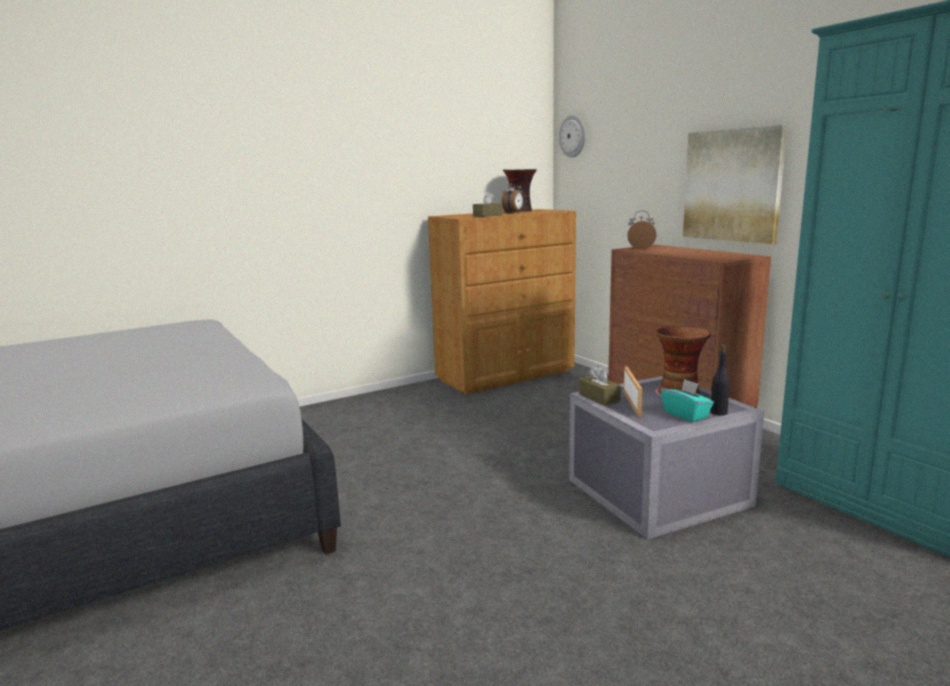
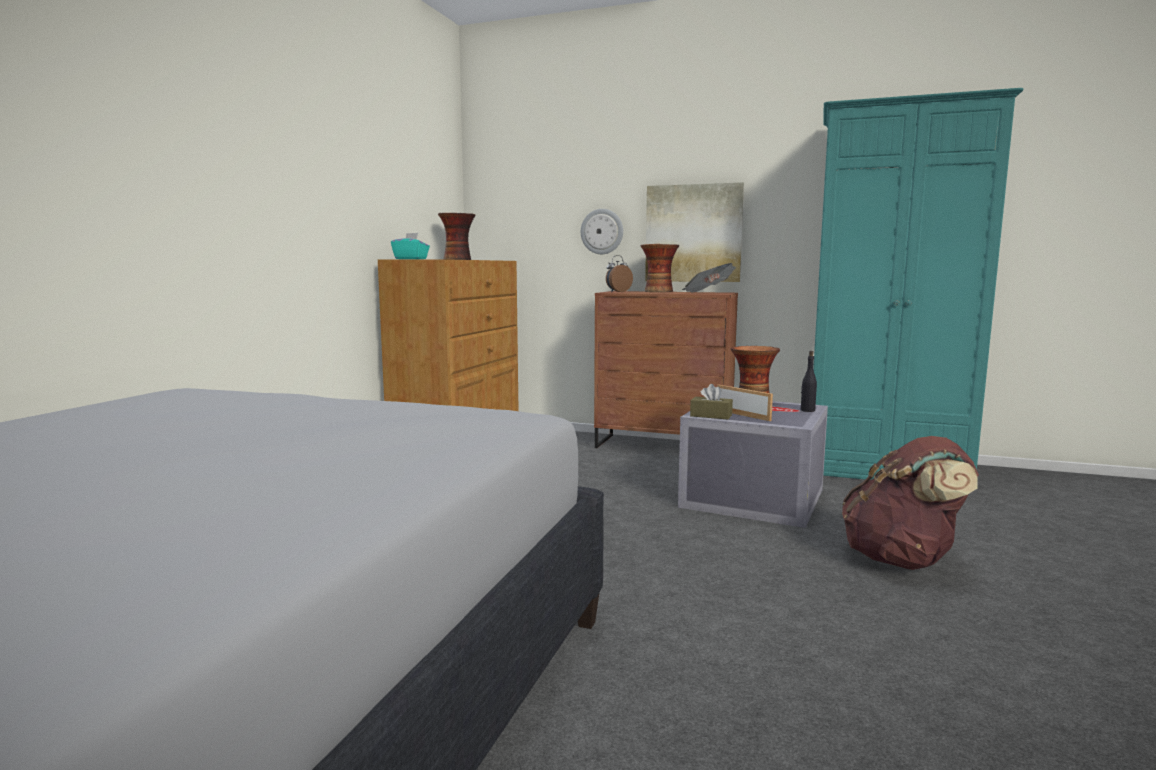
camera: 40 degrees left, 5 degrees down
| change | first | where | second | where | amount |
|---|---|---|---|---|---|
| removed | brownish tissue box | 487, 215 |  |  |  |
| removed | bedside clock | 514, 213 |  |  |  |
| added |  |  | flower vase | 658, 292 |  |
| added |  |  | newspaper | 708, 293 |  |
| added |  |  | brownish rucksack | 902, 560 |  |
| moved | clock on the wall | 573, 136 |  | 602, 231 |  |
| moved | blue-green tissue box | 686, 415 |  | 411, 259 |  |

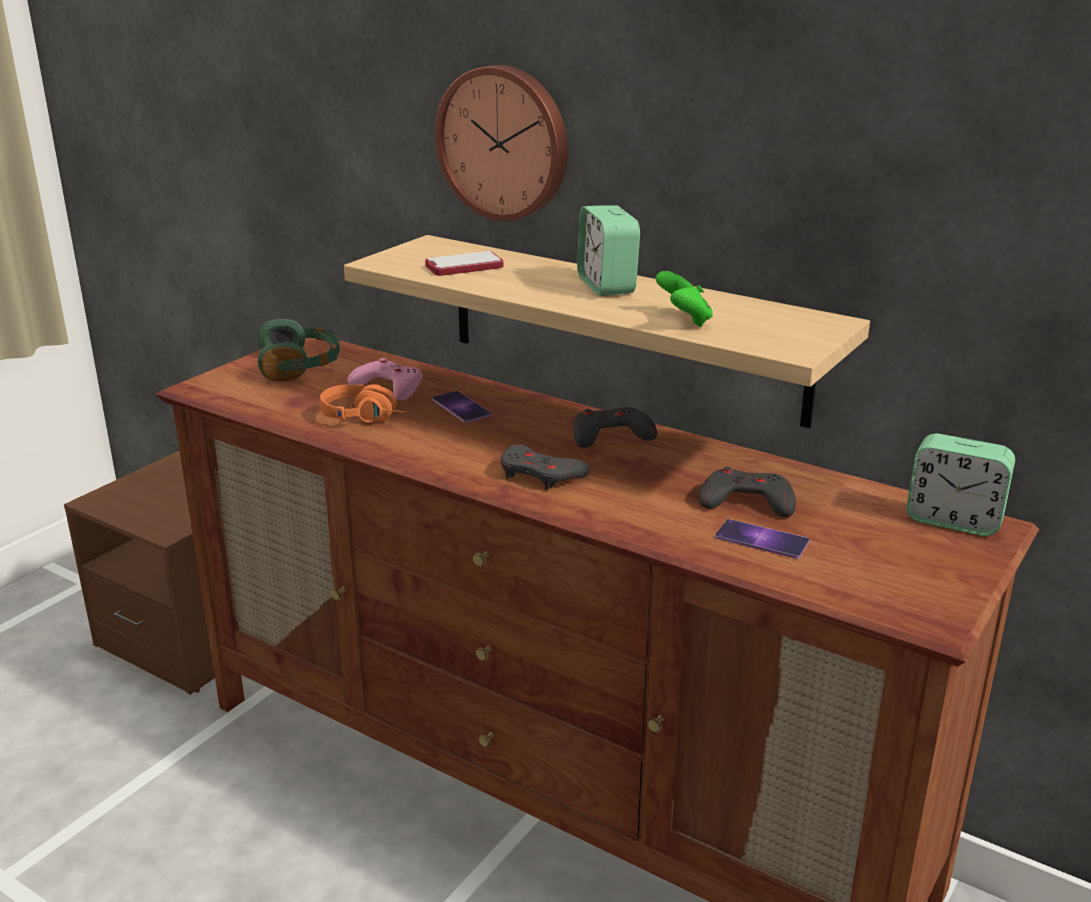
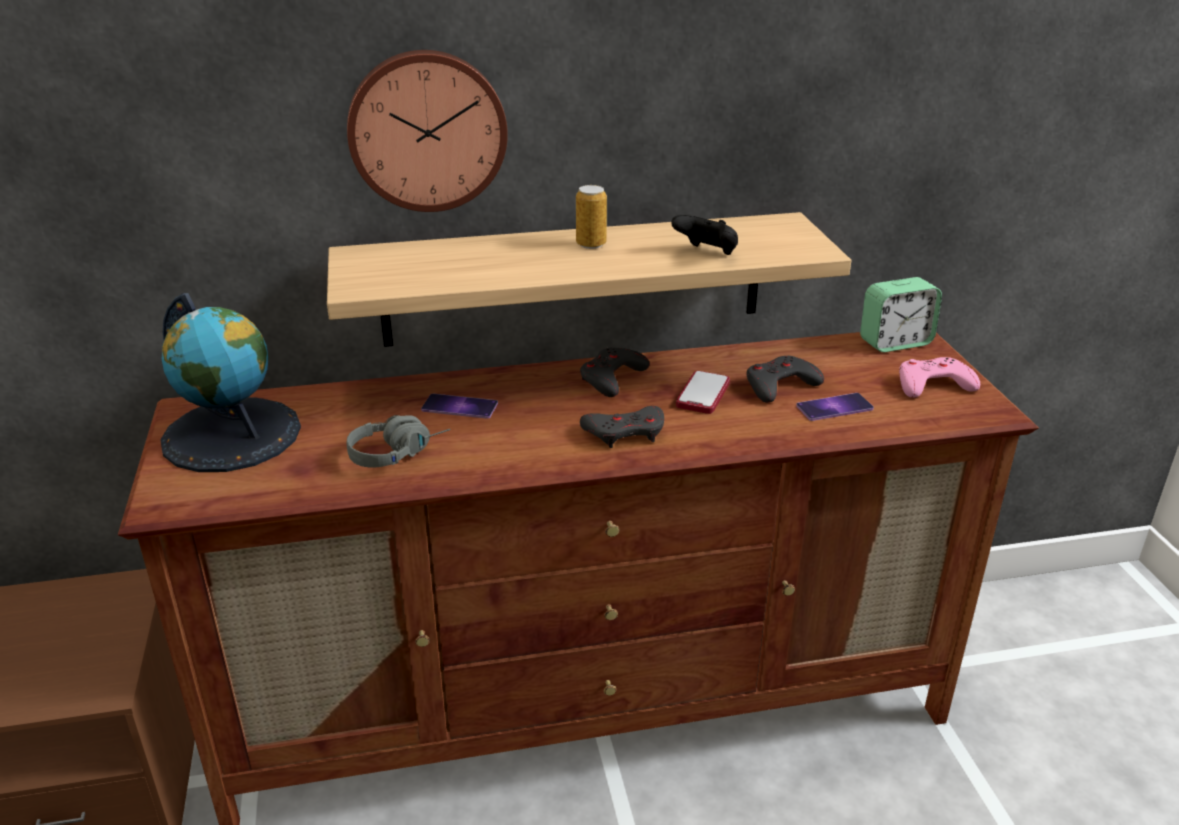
camera: 45 degrees left, 5 degrees up
| change | first | where | second | where | amount |
|---|---|---|---|---|---|
| moved | pink-coloured joypad | 389, 387 |  | 933, 384 |  |
| moved | telephone | 464, 266 |  | 703, 394 |  |
| replaced | green headphones | 300, 366 | world globe | 232, 434 |  |
| replaced | bedside clock | 606, 285 | sealed can | 591, 244 |  |
| recoloured | orange-coloured headphones | 368, 417 | grey headphones | 399, 452 |  |
| recoloured | green joypad | 684, 320 | black-coloured joypad | 707, 253 |  |

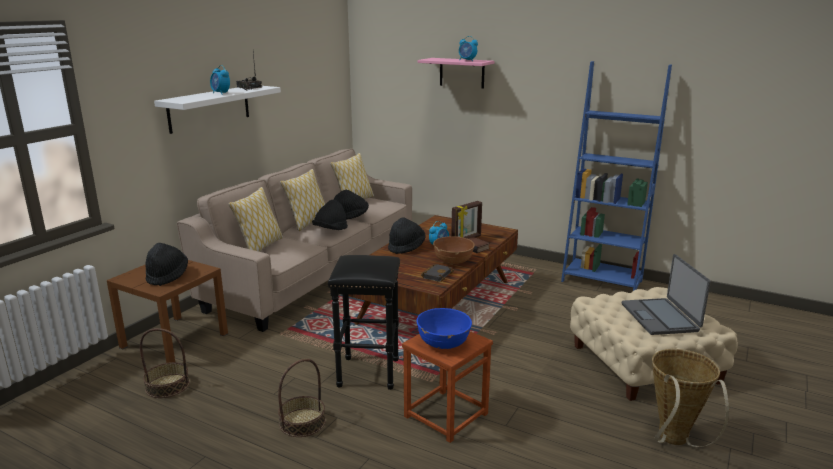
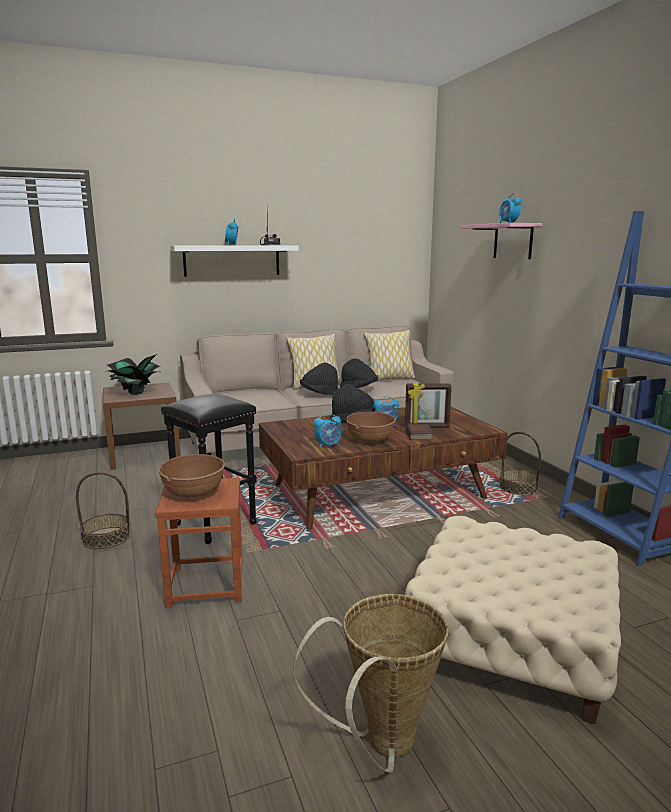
camera: 40 degrees right, 5 degrees down
| change | first | where | second | where | amount |
|---|---|---|---|---|---|
| removed | pillow | 260, 247 |  |  |  |
| removed | notebook computer | 660, 317 |  |  |  |
| moved | basket | 167, 386 |  | 518, 488 |  |
| replaced | black-coloured hat | 167, 276 | houseplant | 135, 393 |  |
| replaced | black-coloured volume | 436, 275 | bedside clock | 328, 446 |  |
| recoloured | blue serving bowl | 443, 343 | brownish serving bowl | 194, 493 |  |

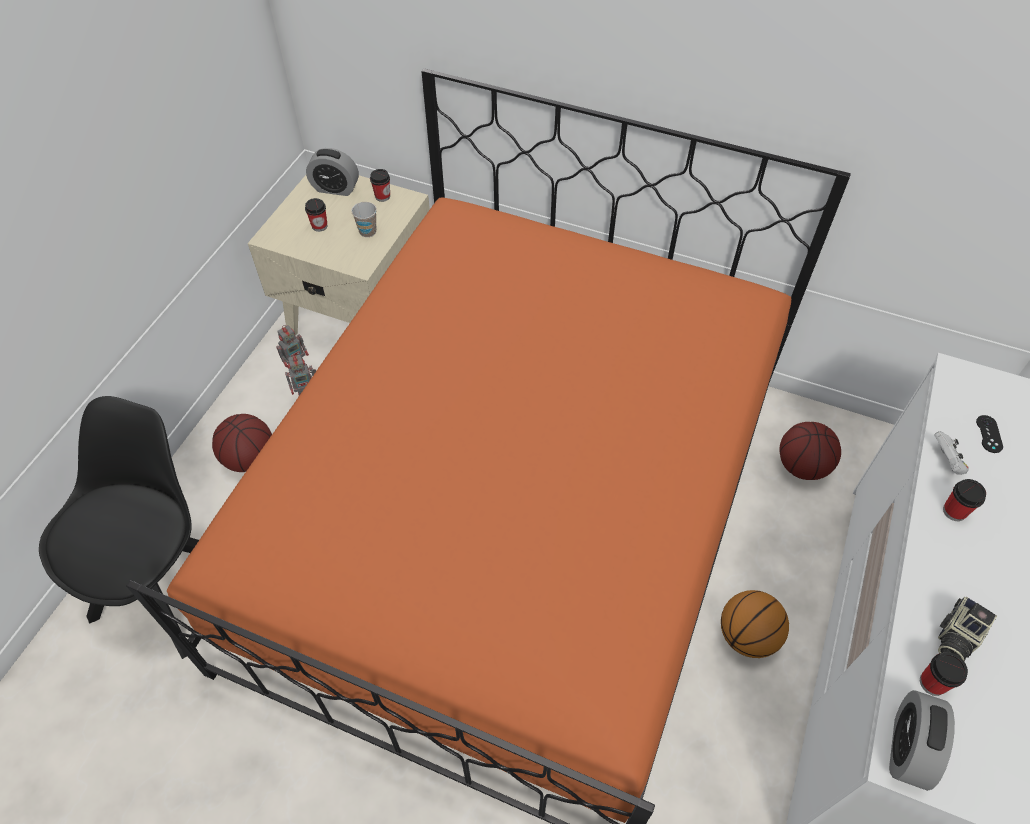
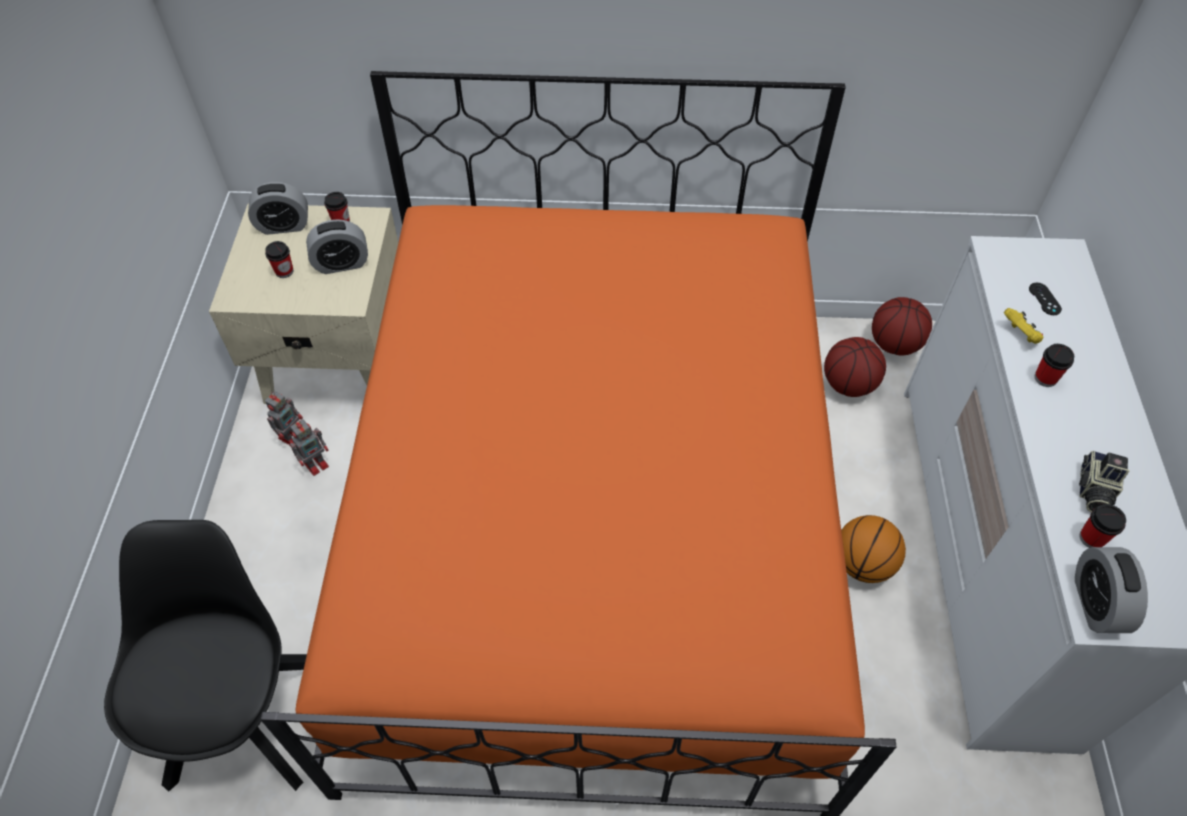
camera: 20 degrees left, 0 degrees up
| change | first | where | second | where | amount |
|---|---|---|---|---|---|
| moved | basketball | 250, 458 |  | 894, 344 |  |
| replaced | small cup | 367, 231 | bedside clock | 341, 264 |  |
| recoloured | whitish joypad | 946, 461 | yellowish joypad | 1020, 335 |  |

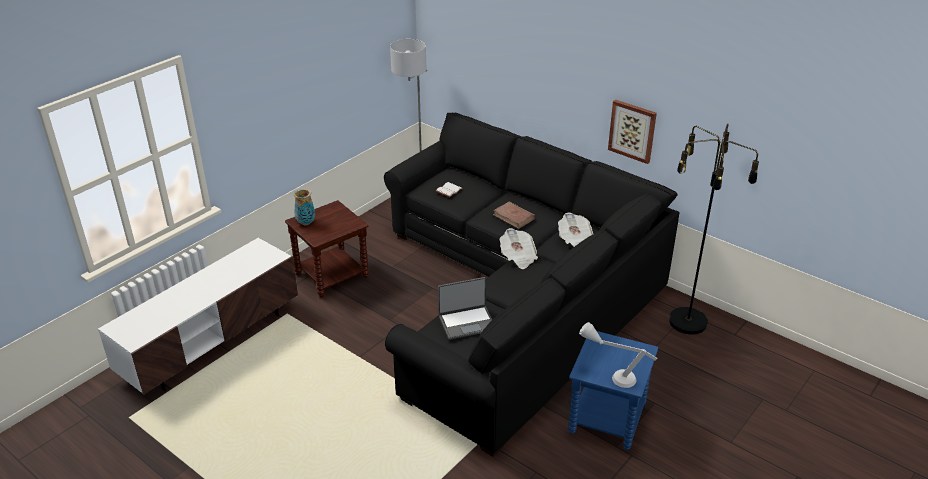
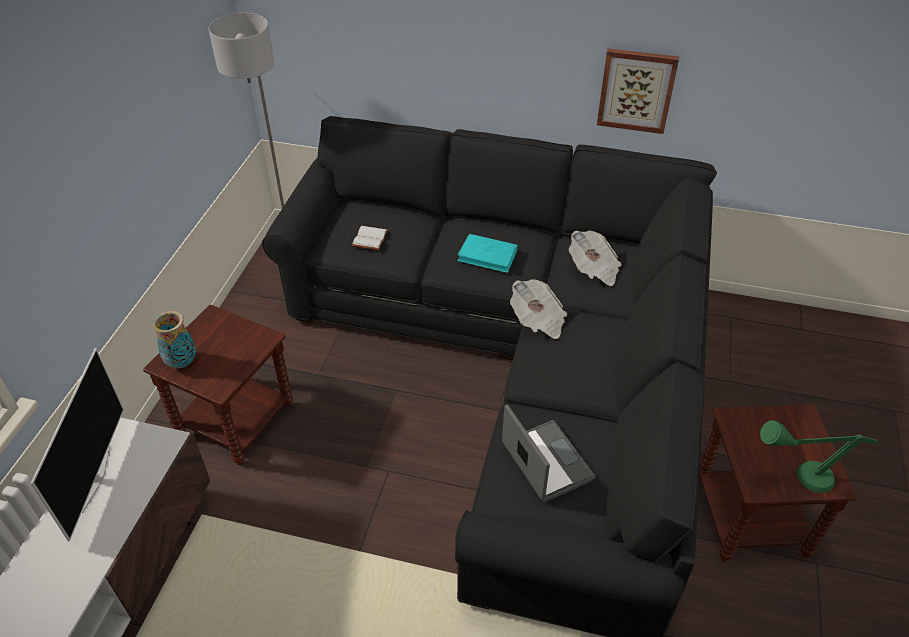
camera: 25 degrees left, 10 degrees up
| change | first | where | second | where | amount |
|---|---|---|---|---|---|
| removed | standard lamp | 686, 322 |  |  |  |
| added |  |  | TV set | 95, 478 |  |
| recoloured | brownish volume | 514, 217 | blue-green volume | 488, 256 |  |
| recoloured | blue end table | 607, 419 | brownish end table | 751, 517 |  |
| recoloured | grey lamp for a table | 611, 375 | green lamp for a table | 796, 477 |  |
| turned | notebook computer | 467, 322 |  | 545, 462 | 75 degrees counterclockwise |

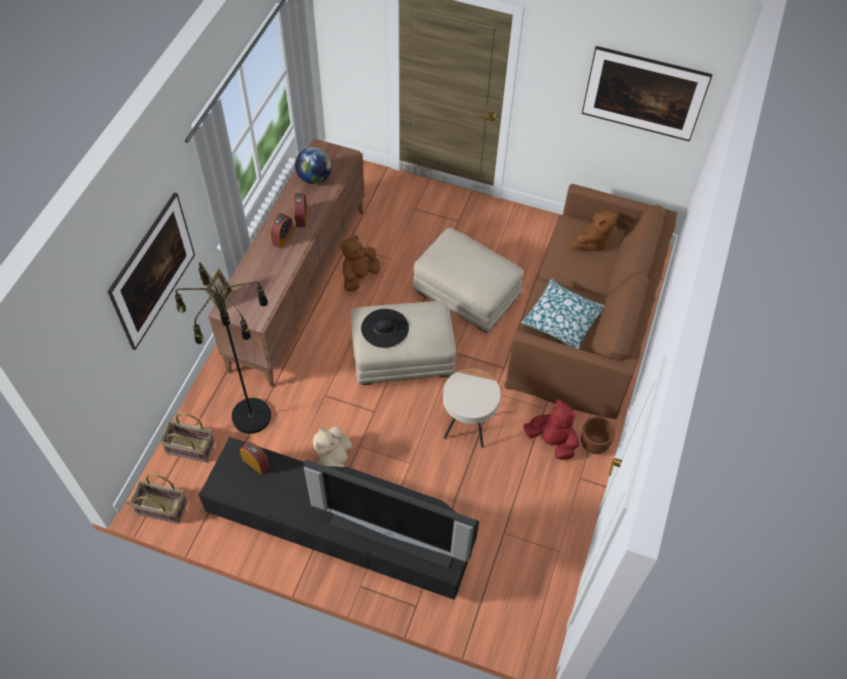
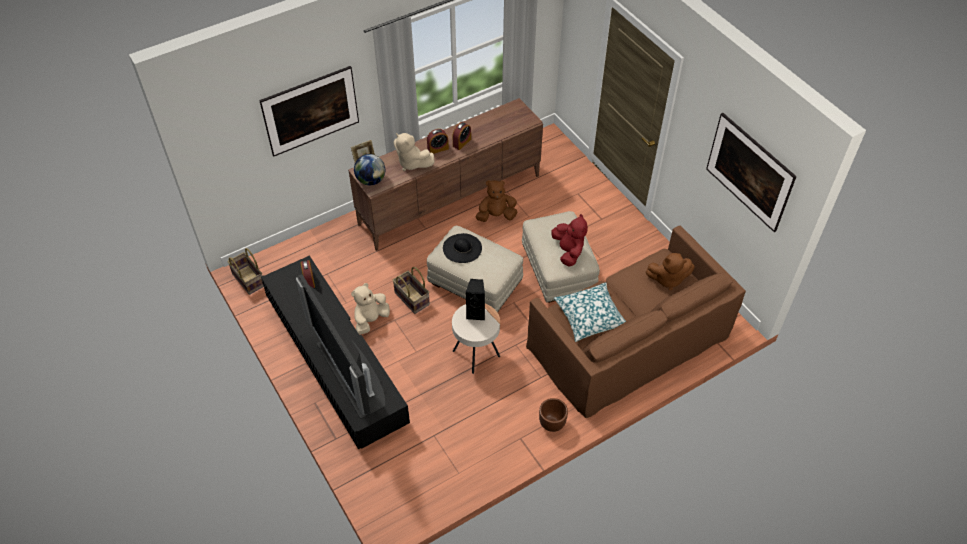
camera: 40 degrees right, 5 degrees down
| change | first | where | second | where | amount |
|---|---|---|---|---|---|
| removed | standard lamp | 250, 417 |  |  |  |
| added |  |  | sand-coloured cuddly toy | 412, 163 |  |
| added |  |  | black-coloured audio speaker | 476, 313 |  |
| moved | basket | 190, 448 |  | 411, 299 |  |
| moved | world globe | 314, 178 |  | 371, 180 |  |
| moved | red-coloured cuddly toy | 551, 441 |  | 568, 251 |  |

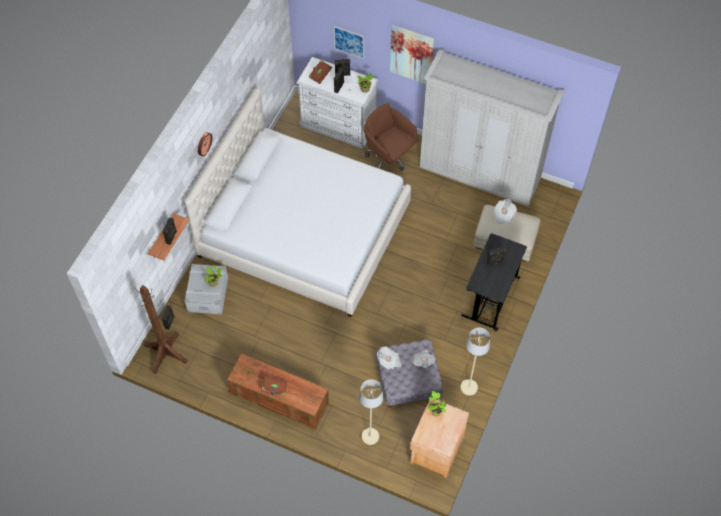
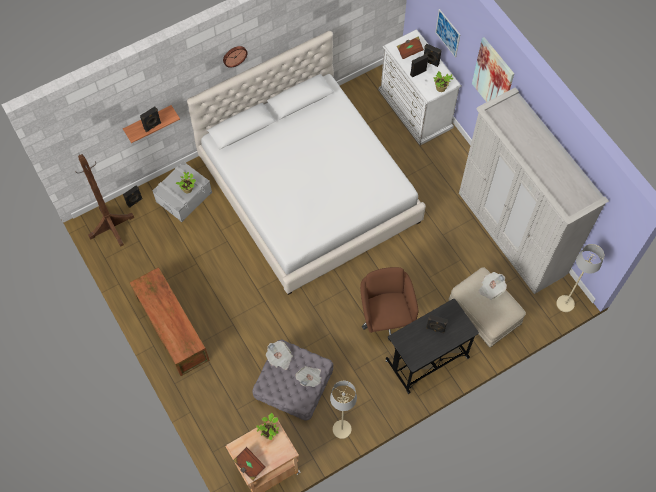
camera: 35 degrees right, 5 degrees up
| change | first | where | second | where | amount |
|---|---|---|---|---|---|
| moved | brownish volume | 274, 388 |  | 249, 465 |  |
| moved | sand-coloured standard lamp | 370, 436 |  | 565, 304 |  |
| moved | brownish office chair | 388, 159 |  | 385, 319 |  |

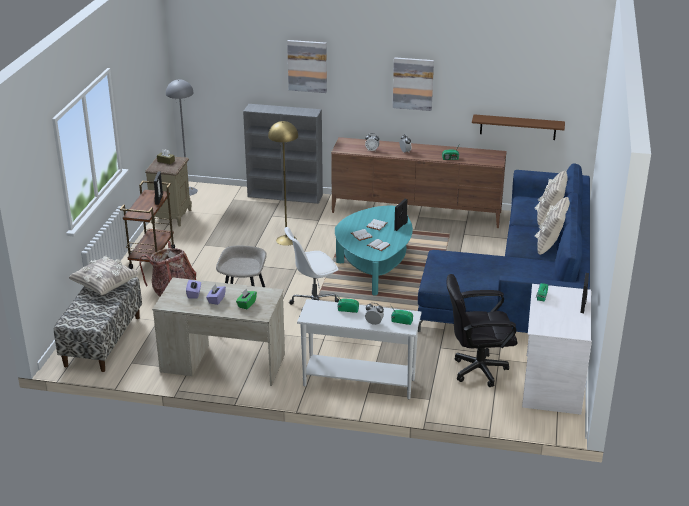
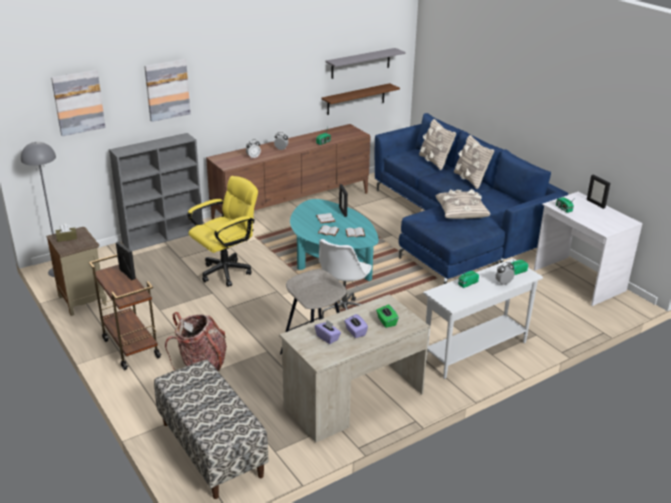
camera: 45 degrees left, 0 degrees up
| change | first | where | second | where | amount |
|---|---|---|---|---|---|
| removed | black-coloured office chair | 476, 372 |  |  |  |
| added |  |  | grey wall shelf | 360, 63 |  |
| moved | sand-coloured pillow | 105, 284 |  | 461, 213 |  |
| moved | picture | 413, 83 |  | 78, 102 |  |
| replaced | yellowish standard lamp | 286, 240 | yellowish office chair | 227, 271 |  |

